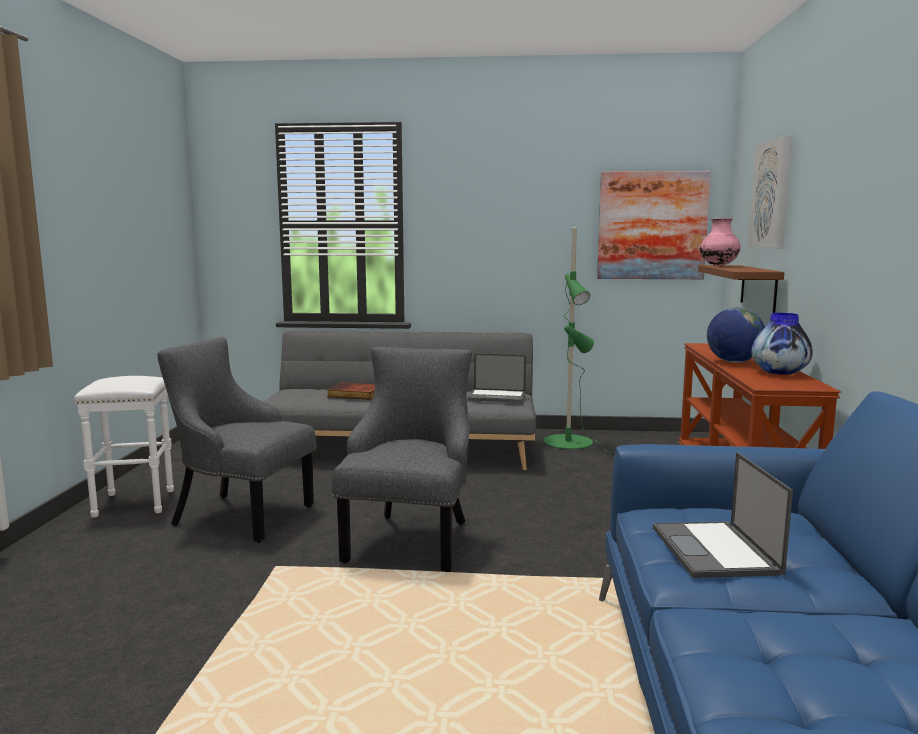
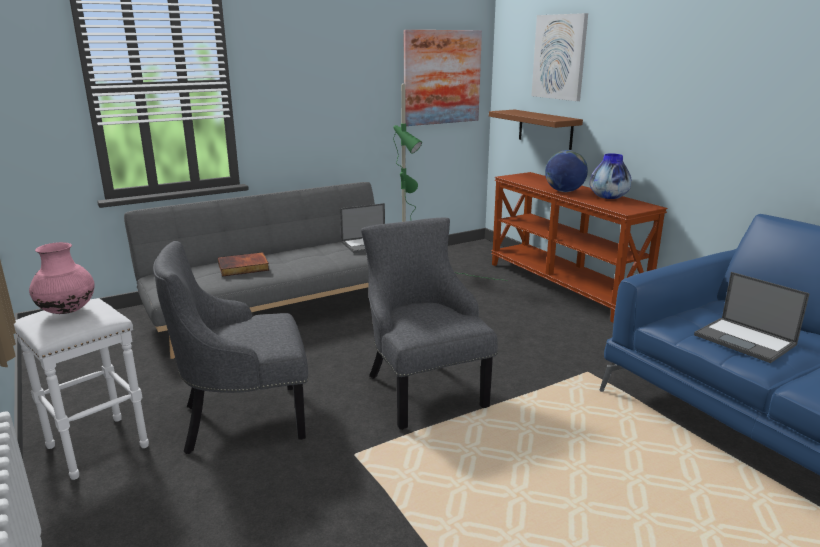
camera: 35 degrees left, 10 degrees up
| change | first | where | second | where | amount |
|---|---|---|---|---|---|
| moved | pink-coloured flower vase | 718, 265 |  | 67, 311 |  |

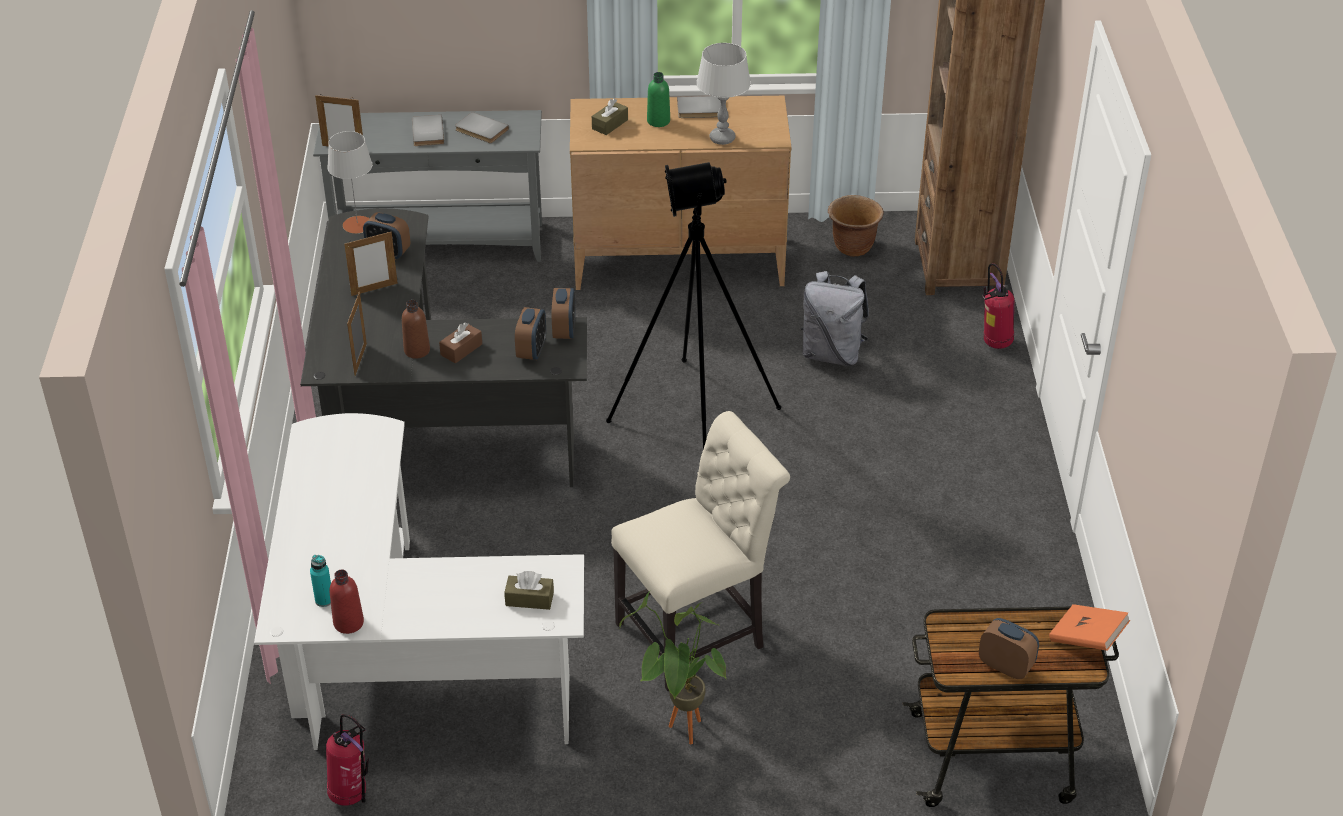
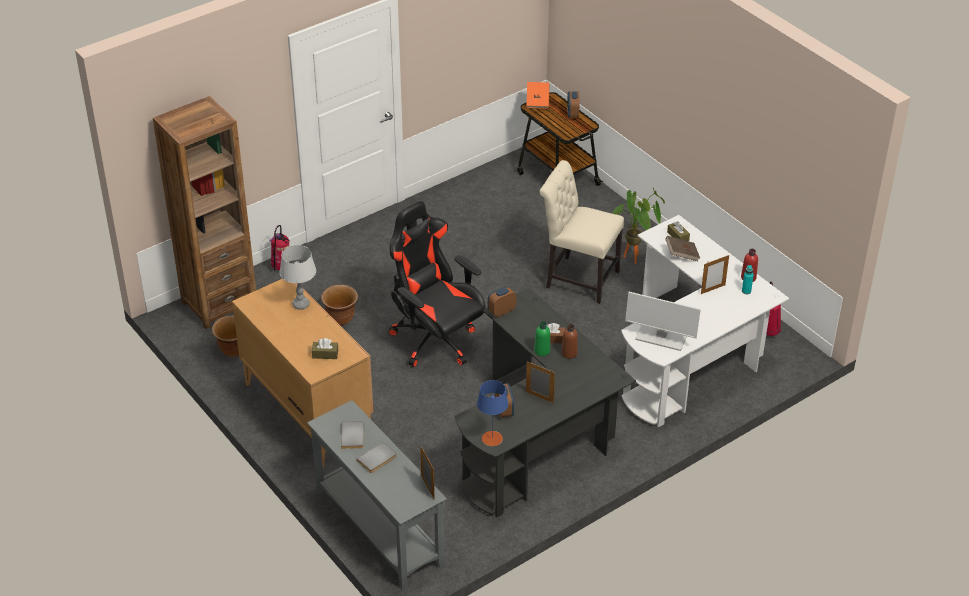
camera: 125 degrees left, 0 degrees up
| change | first | where | second | where | amount |
|---|---|---|---|---|---|
| removed | bedside clock | 531, 351 |  |  |  |
| removed | grey volume | 700, 110 |  |  |  |
| added |  |  | monitor | 660, 338 |  |
| added |  |  | brownish volume | 682, 255 |  |
| moved | standing frame | 360, 360 |  | 713, 289 |  |
| moved | green drink bottle | 658, 121 |  | 542, 351 |  |
| replaced | black-coloured standard lamp | 693, 416 | black-coloured office chair | 437, 344 |  |
| replaced | grey rucksack | 832, 353 | brownish flower pot | 341, 318 |  |
| recoloured | grey lamp for a table | 357, 224 | blue lamp for a table | 492, 438 |  |

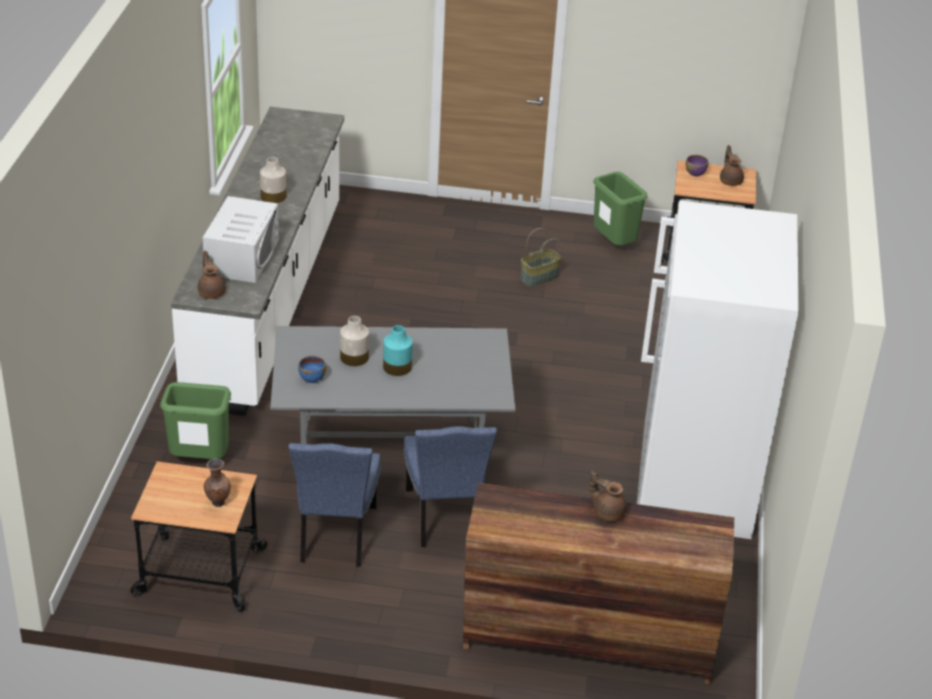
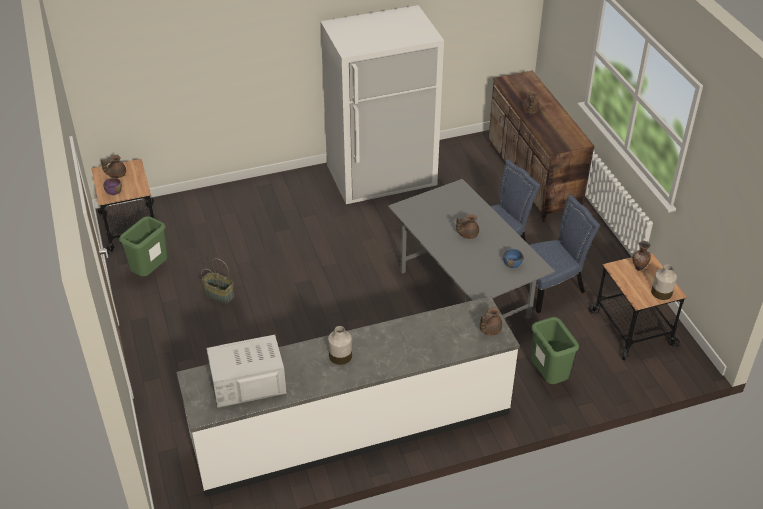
camera: 115 degrees left, 5 degrees up
| change | first | where | second | where | amount |
|---|---|---|---|---|---|
| moved | whitish microwave | 242, 257 |  | 248, 383 |  |
| moved | sand-coloured flower vase | 354, 357 |  | 661, 292 |  |
| replaced | blue-green flower vase | 397, 366 | brownish pot for tea | 467, 234 |  |

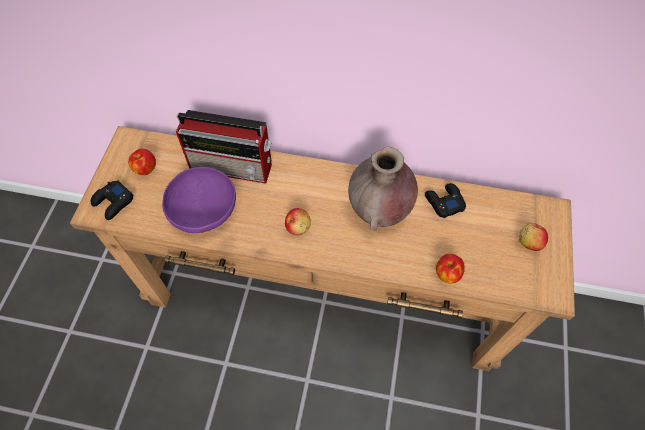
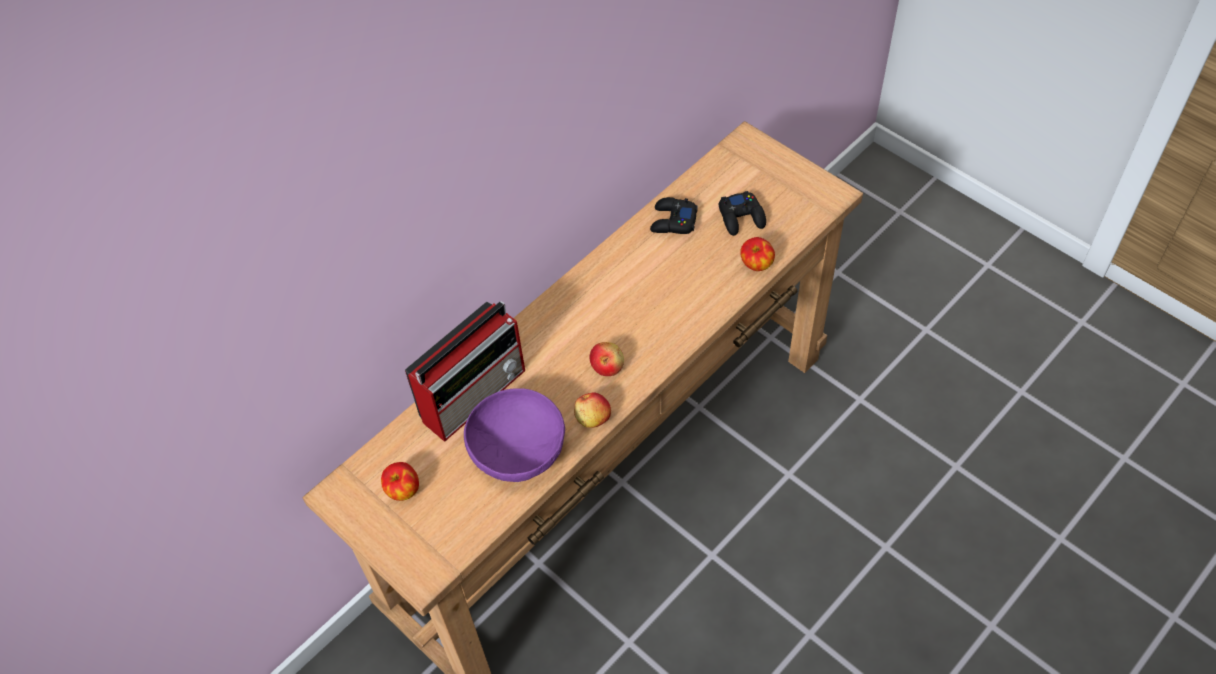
camera: 55 degrees left, 5 degrees down
| change | first | where | second | where | amount |
|---|---|---|---|---|---|
| removed | brownish flower vase | 379, 212 |  |  |  |
| moved | black-coloured joypad | 113, 202 |  | 741, 217 |  |
| moved | apple fruit | 529, 242 |  | 592, 418 |  |

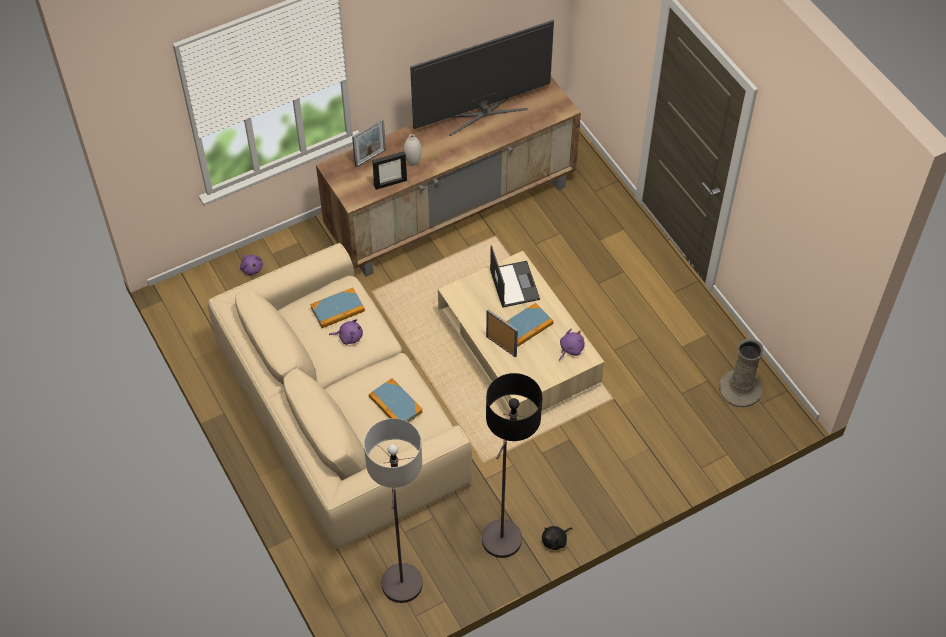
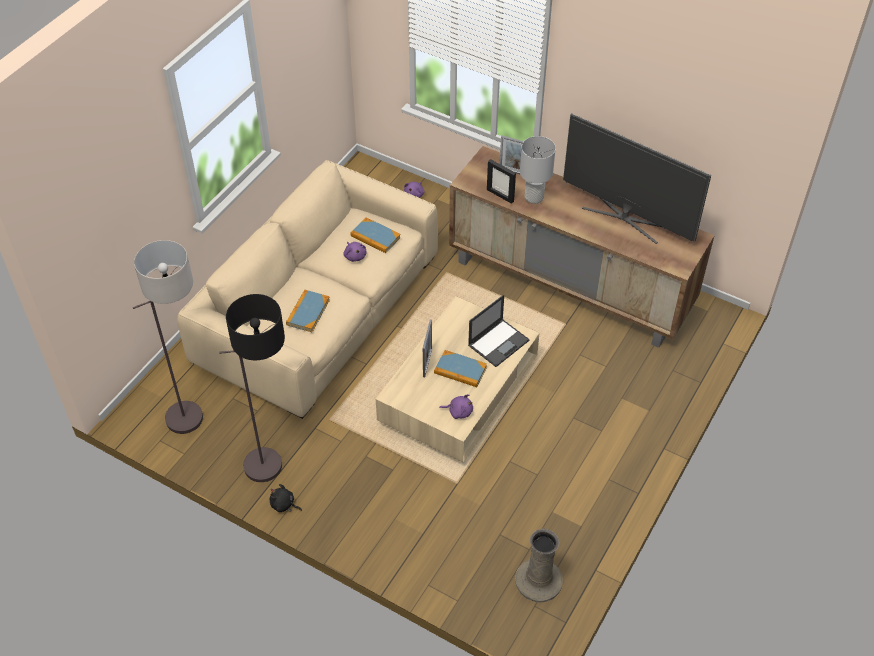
camera: 60 degrees right, 5 degrees down
| change | first | where | second | where | amount |
|---|---|---|---|---|---|
| replaced | whitish flower vase | 413, 162 | grey lamp for a table | 533, 199 |  |

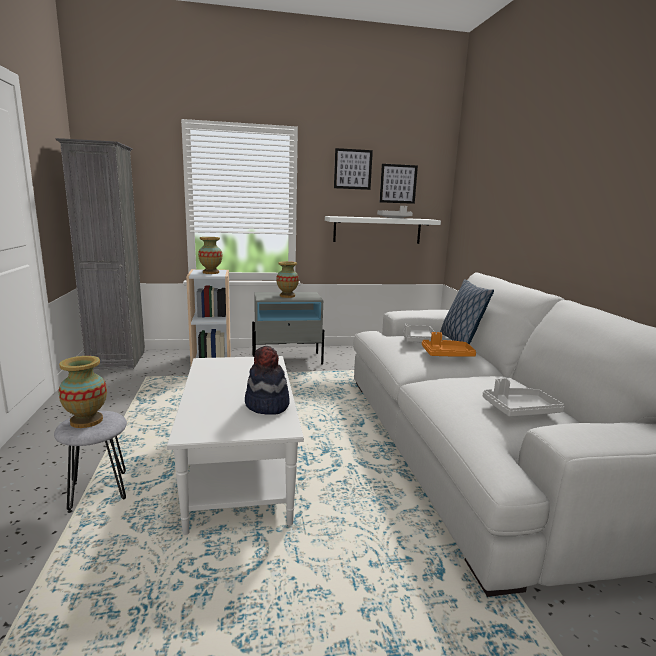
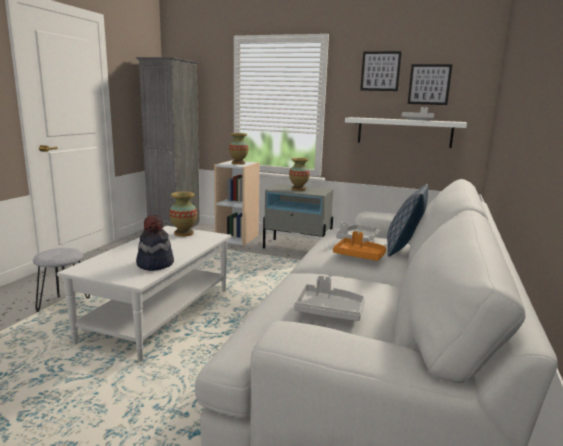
camera: 30 degrees right, 0 degrees up
| change | first | where | second | where | amount |
|---|---|---|---|---|---|
| moved | flower vase | 87, 421 |  | 184, 233 |  |

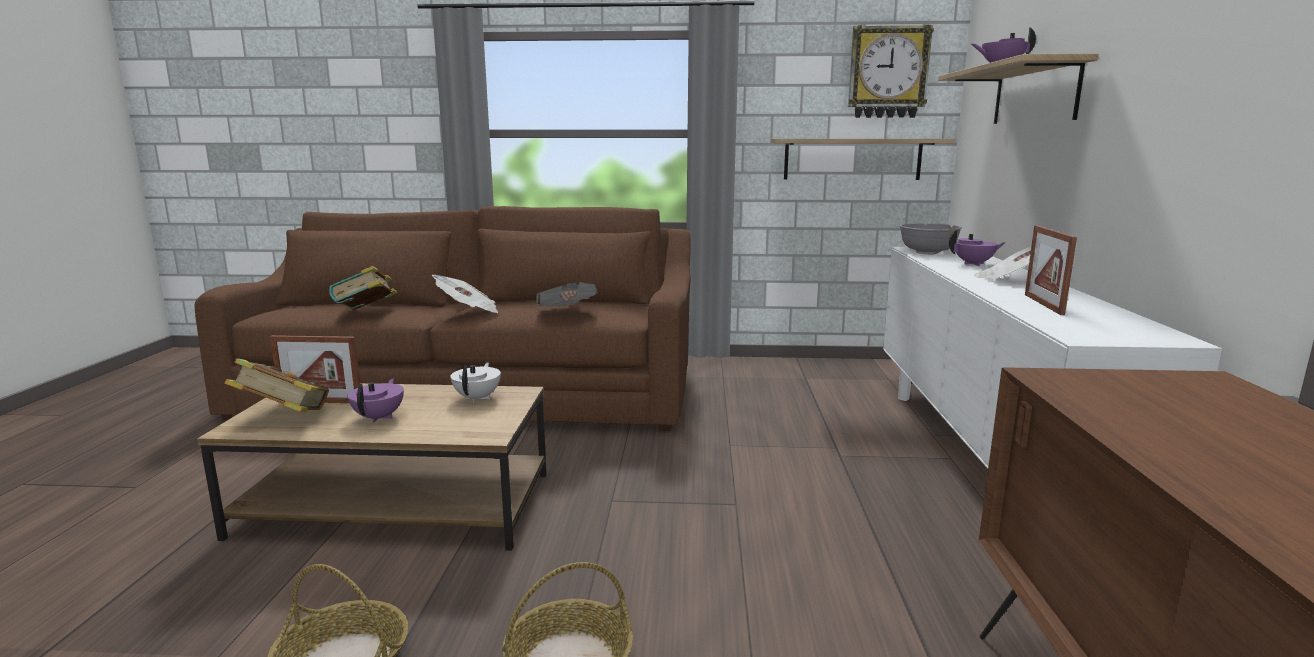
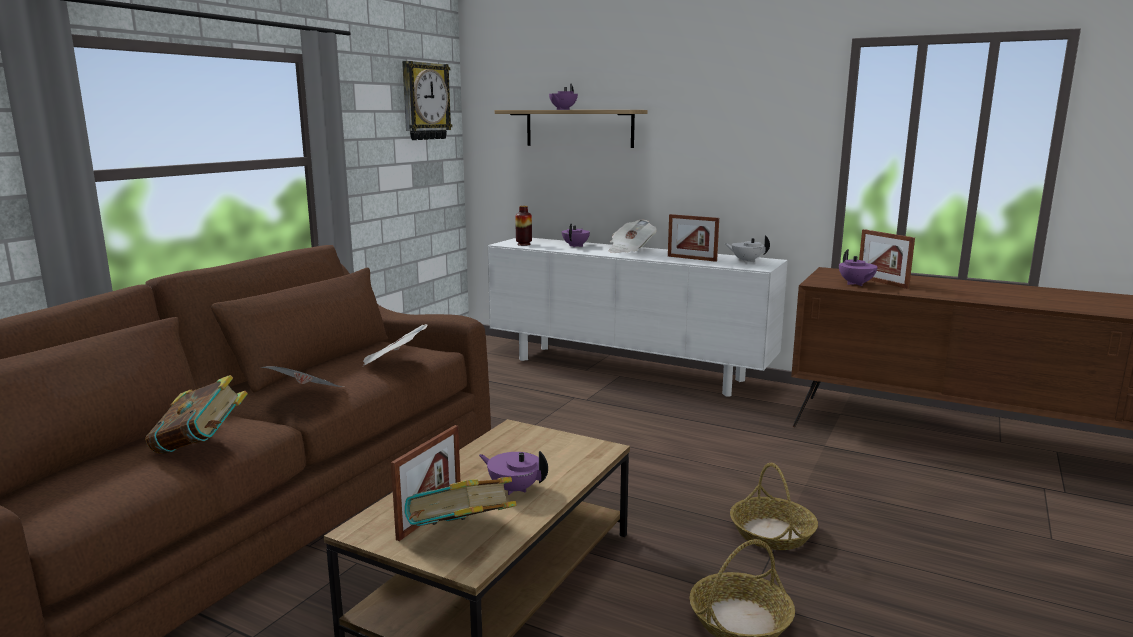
camera: 65 degrees left, 0 degrees up
| change | first | where | second | where | amount |
|---|---|---|---|---|---|
| removed | wall shelf | 852, 159 |  |  |  |
| added |  |  | purplish pot for tea | 856, 284 |  |
| added |  |  | standing frame | 882, 282 |  |
| moved | whitish pot for tea | 478, 398 |  | 746, 261 |  |
| replaced | grey serving bowl | 927, 252 | flower vase | 524, 244 |  |

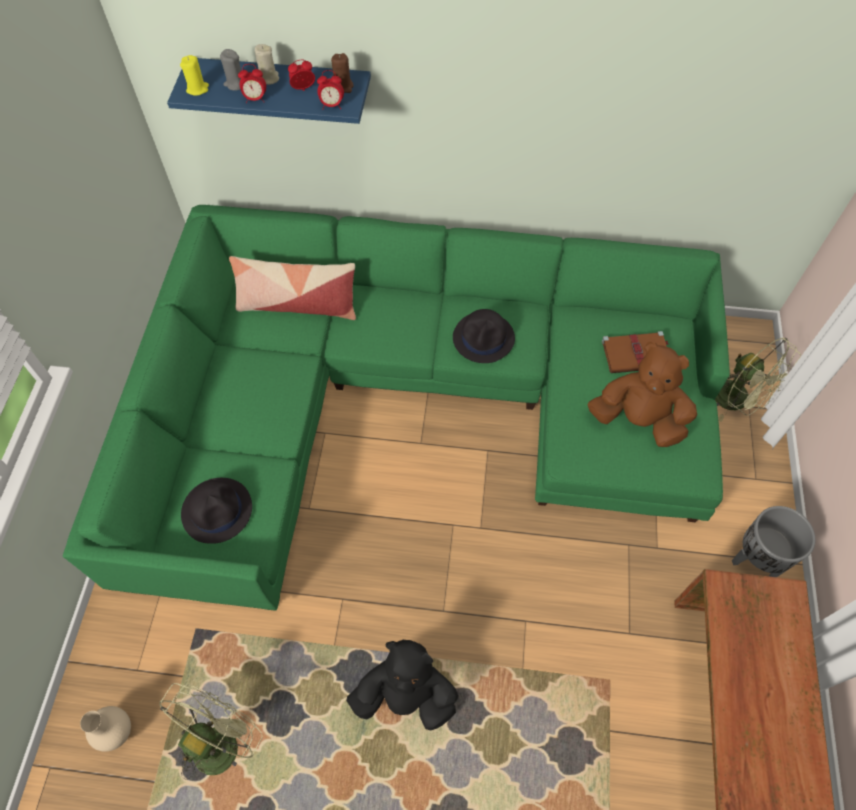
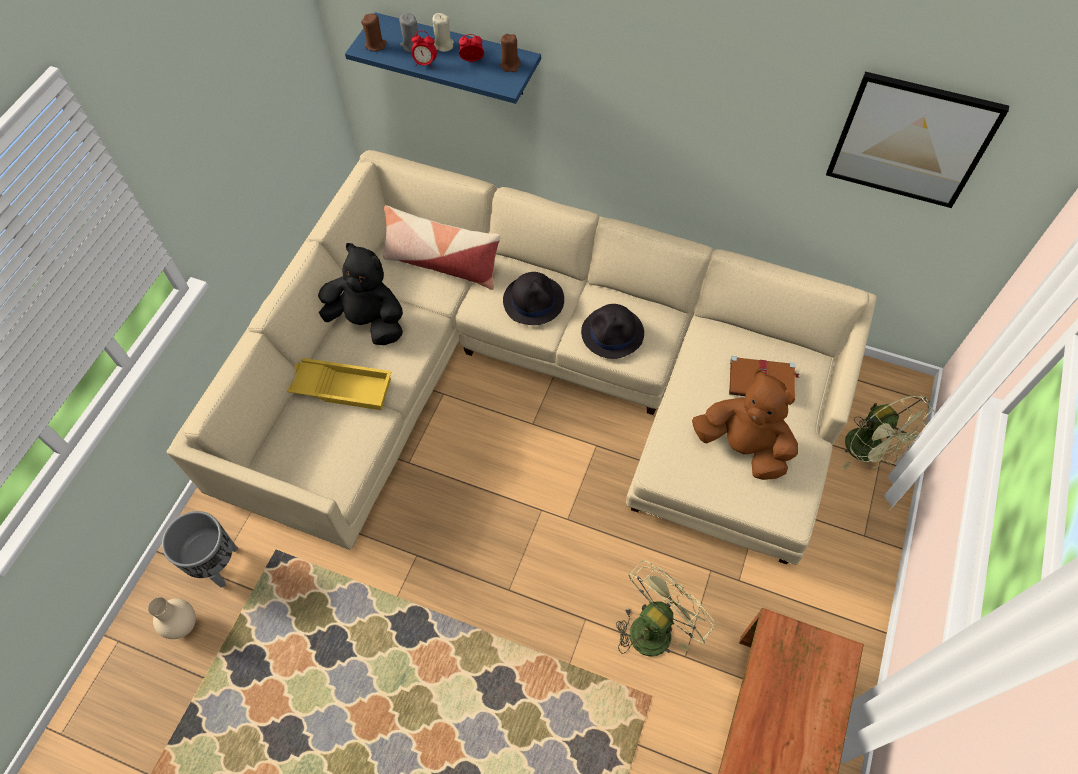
camera: 15 degrees right, 0 degrees up
| change | first | where | second | where | amount |
|---|---|---|---|---|---|
| removed | bedside clock | 332, 105 |  |  |  |
| added |  |  | yellowish serving tray | 342, 386 |  |
| added |  |  | picture | 911, 140 |  |
| moved | green electric fan | 220, 739 |  | 655, 626 |  |
| moved | black-coloured hat | 217, 510 |  | 533, 300 |  |
| moved | black-coloured cuddly toy | 406, 696 |  | 367, 321 |  |
| moved | grey flower pot | 755, 560 |  | 218, 565 |  |
| recoloured | green settee | 406, 399 | sand-coloured settee | 530, 378 |  |
| recoloured | yellowish wax candle | 197, 89 | brownish wax candle | 375, 45 |  |

